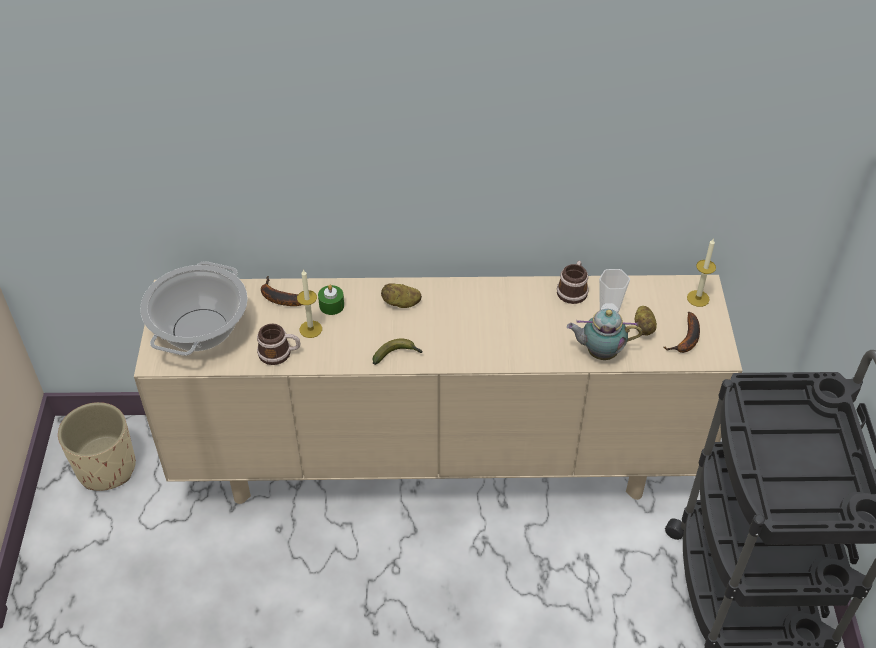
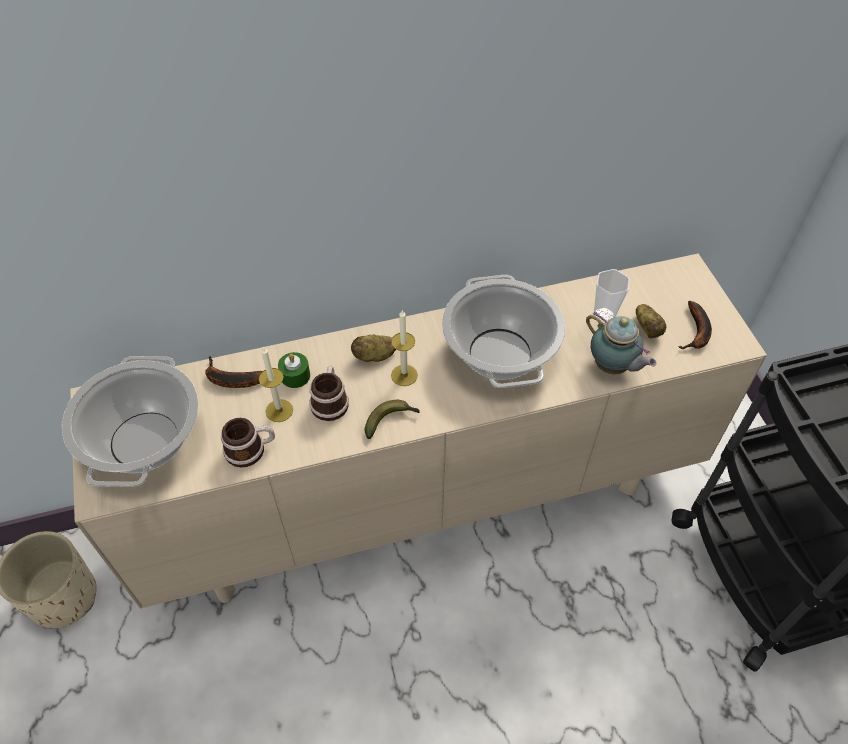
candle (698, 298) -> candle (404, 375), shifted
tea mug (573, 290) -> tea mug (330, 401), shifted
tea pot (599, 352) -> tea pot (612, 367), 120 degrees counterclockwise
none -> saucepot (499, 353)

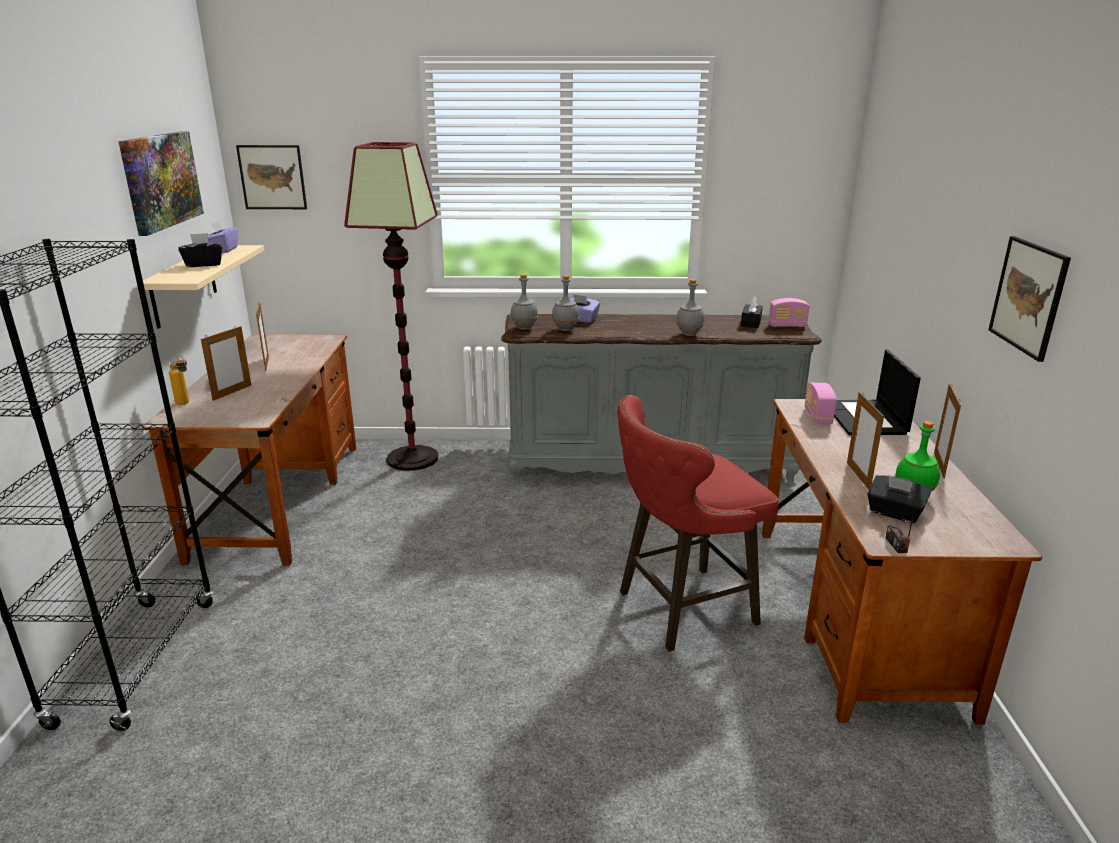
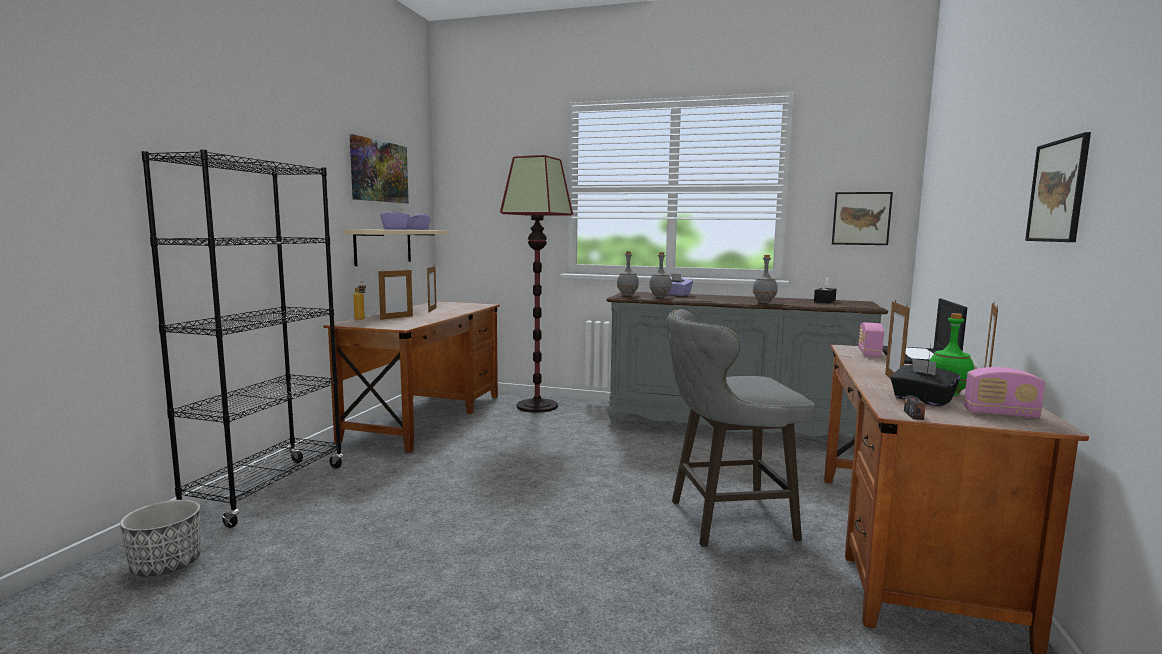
wall art (272, 177) -> wall art (861, 218), shifted
blackish tissue holder (204, 264) -> purple-coloured tissue holder (397, 229)
radio receiver (787, 326) -> radio receiver (1000, 414), shifted
reddish stool seat (681, 609) -> greyish stool seat (725, 520)
none -> plant pot (166, 565)

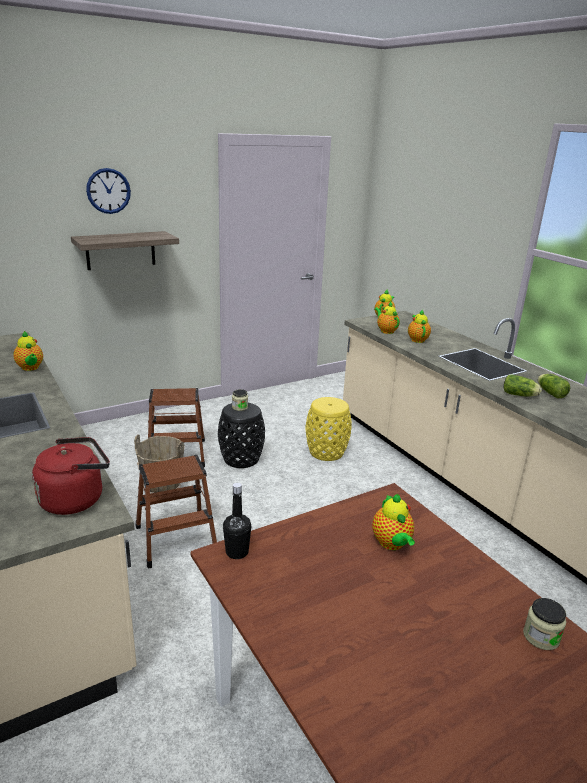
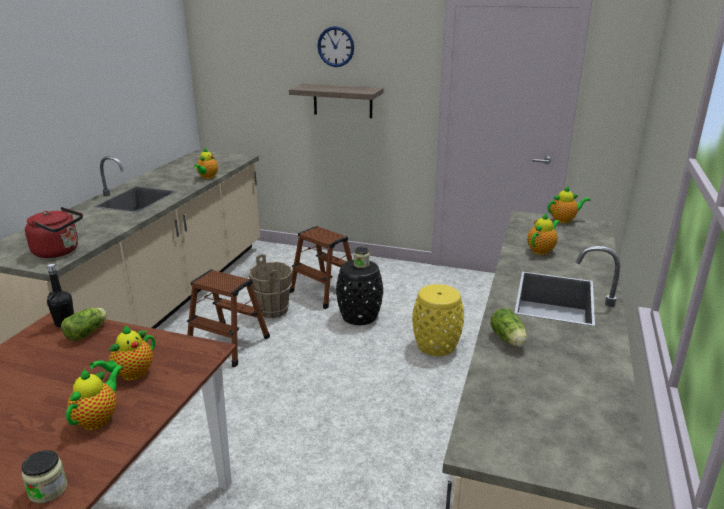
tea pot (386, 331) -> tea pot (98, 418), shifted
head of lettuce (550, 392) -> head of lettuce (88, 332), shifted

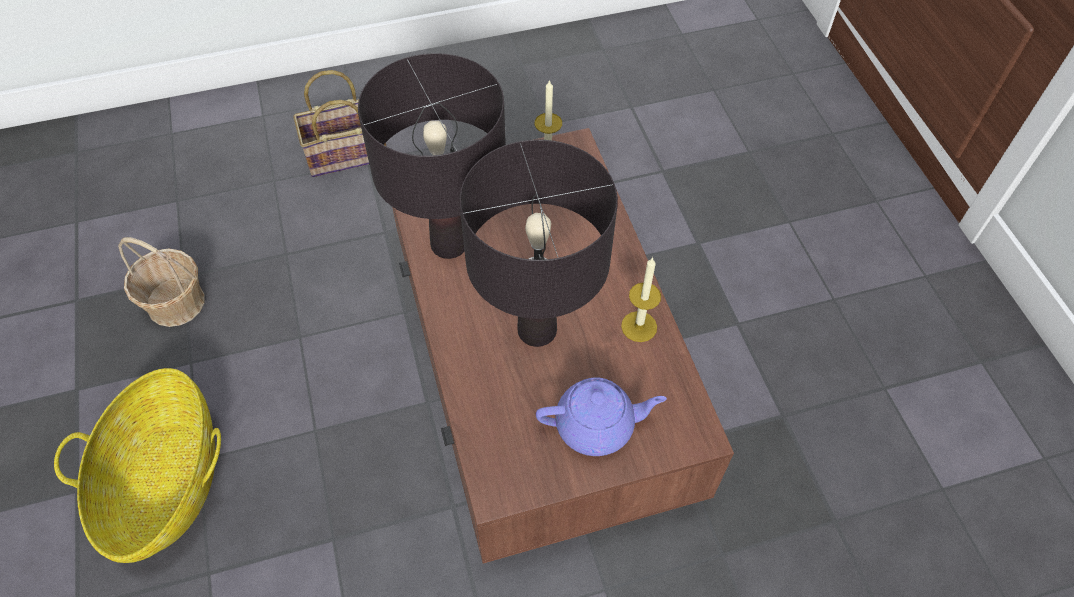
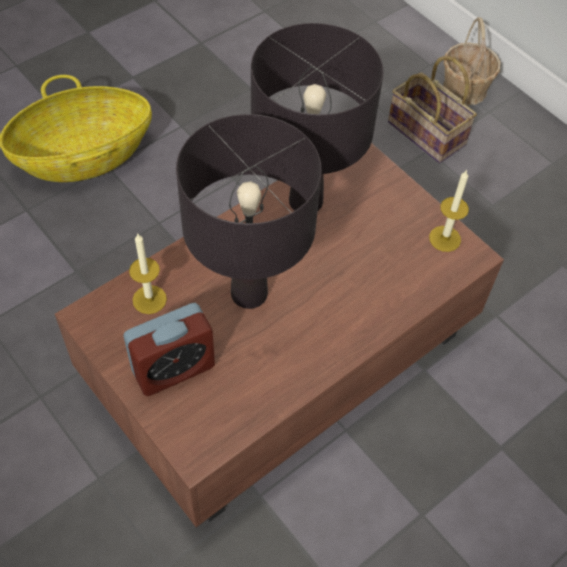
storage basket (176, 303) -> storage basket (464, 89), shifted
candle (639, 326) -> candle (149, 299), shifted
purple-coloured tea pot (596, 425) -> bedside clock (173, 368)

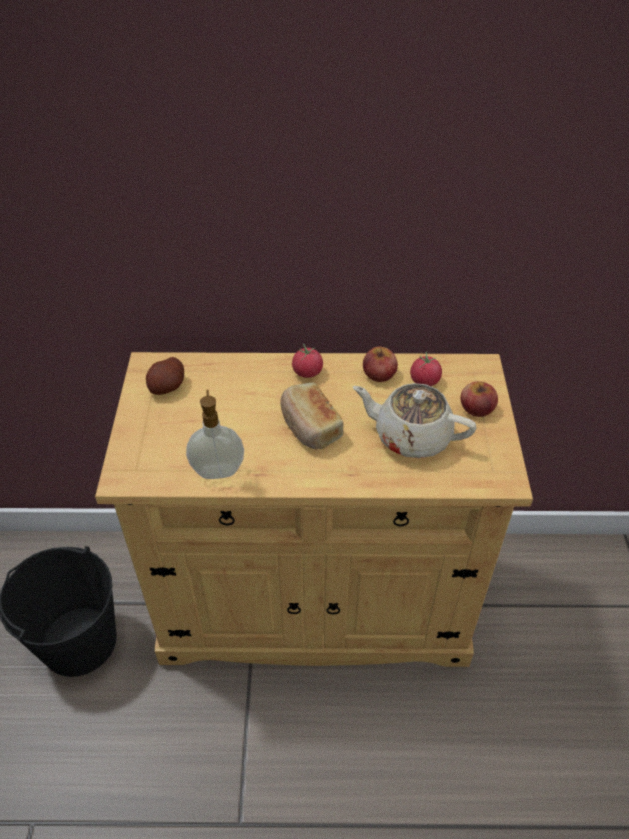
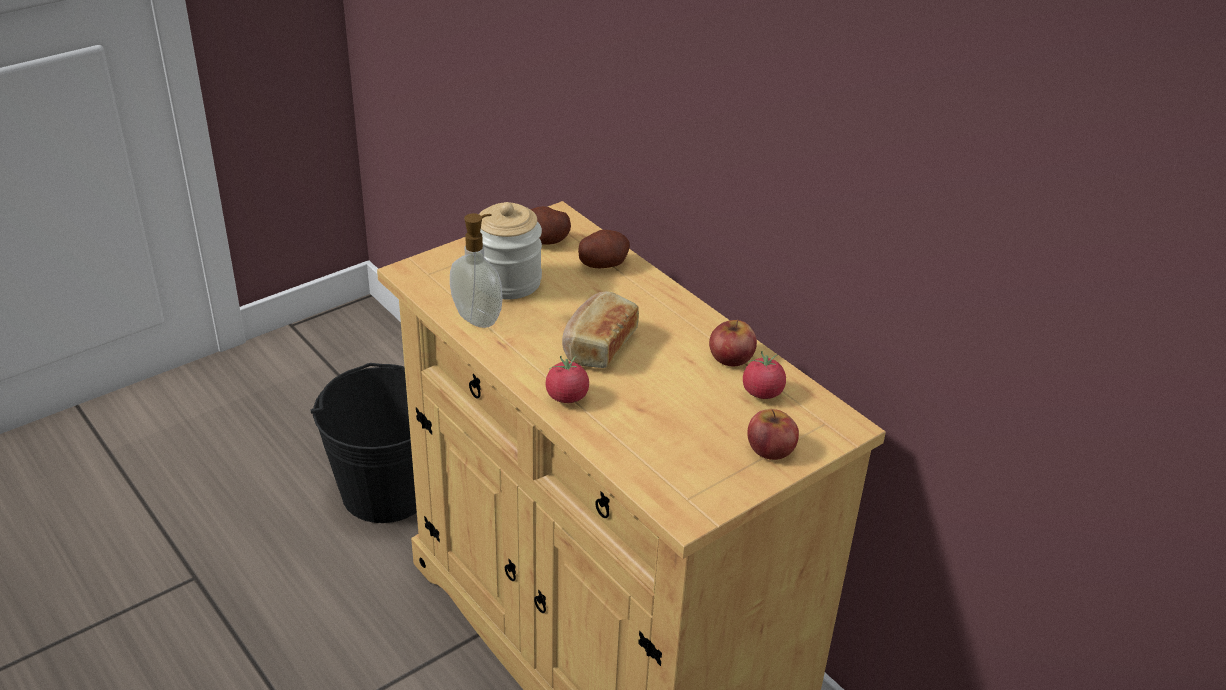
whole tomato (307, 372) -> whole tomato (567, 397), shifted
sand-coloured tea pot (411, 436) -> none
none -> jar (508, 282)
none -> spud (603, 263)

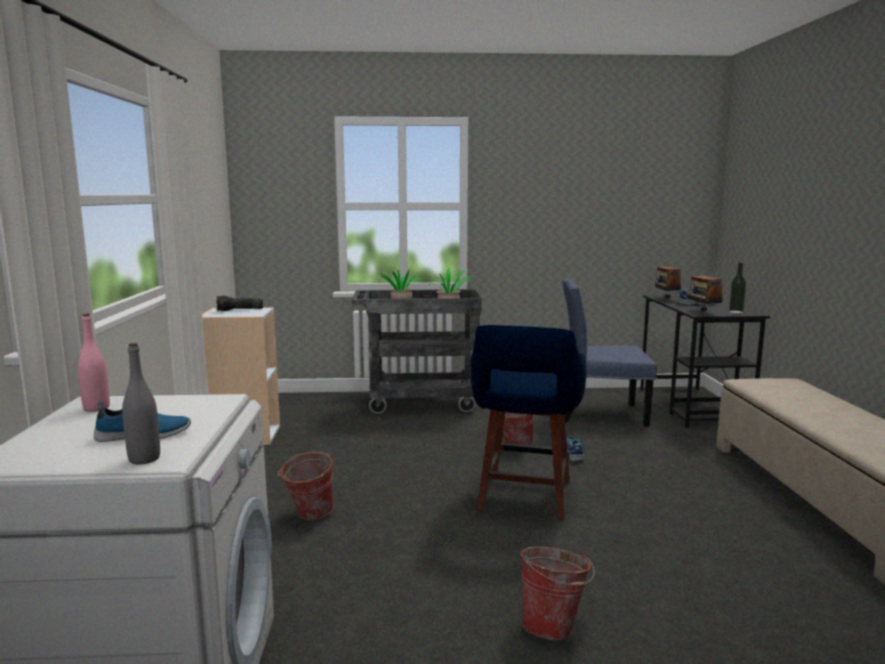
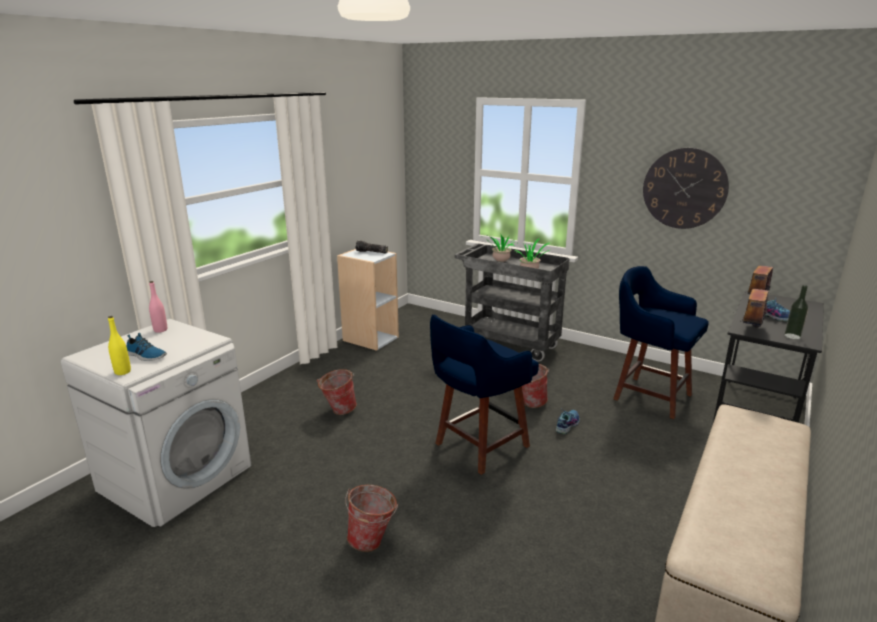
bluish chair (602, 414) -> bluish stool seat (649, 396)
greyish drink bottle (144, 459) -> yellow-coloured drink bottle (122, 372)
none -> wall clock (684, 188)

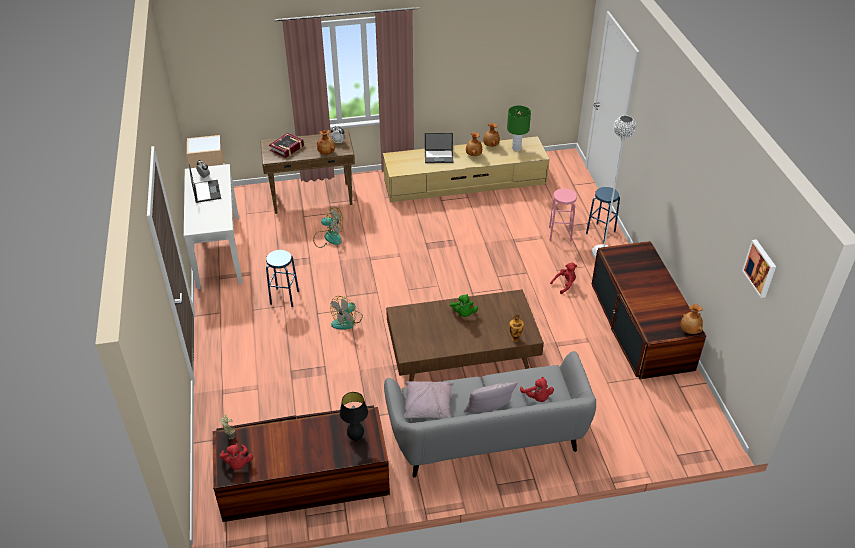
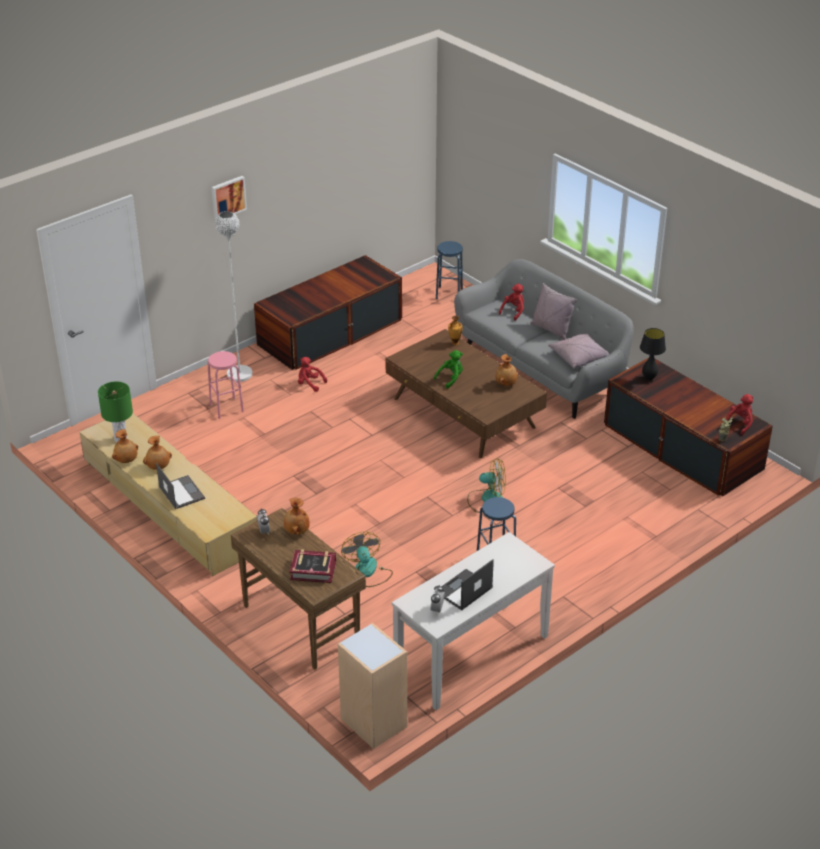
bluish stool seat (600, 232) -> bluish stool seat (449, 293), shifted
wall art (761, 268) -> wall art (228, 197), shifted
brown decorative vase (689, 330) -> brown decorative vase (506, 384), shifted

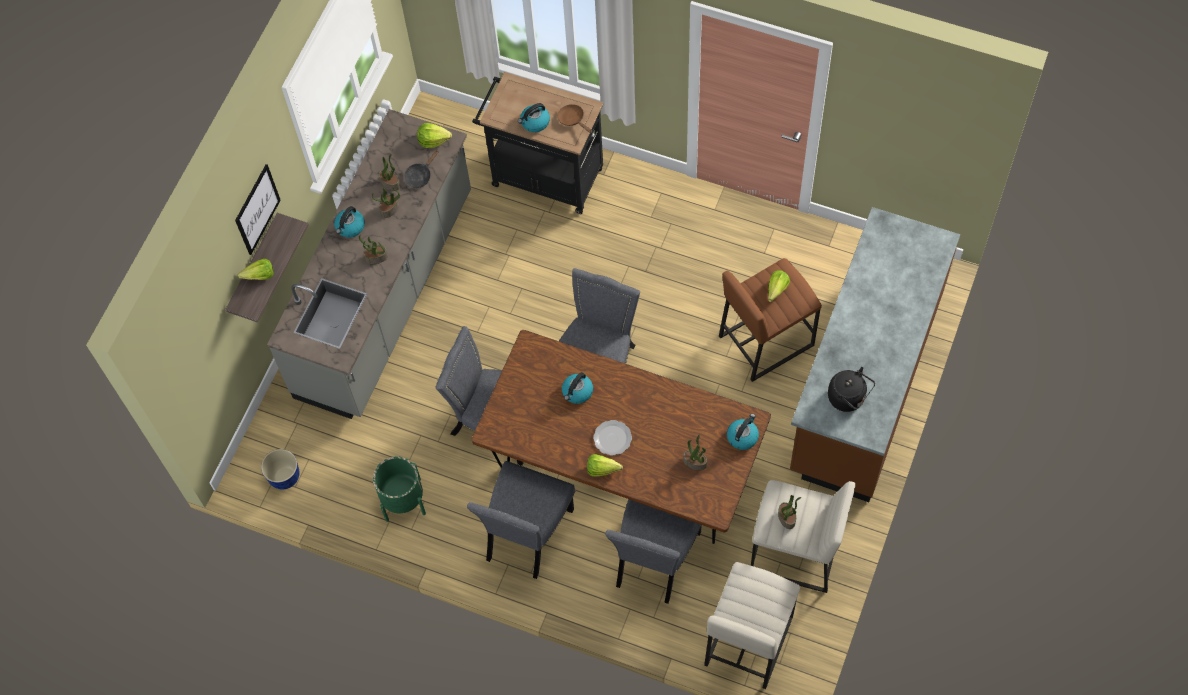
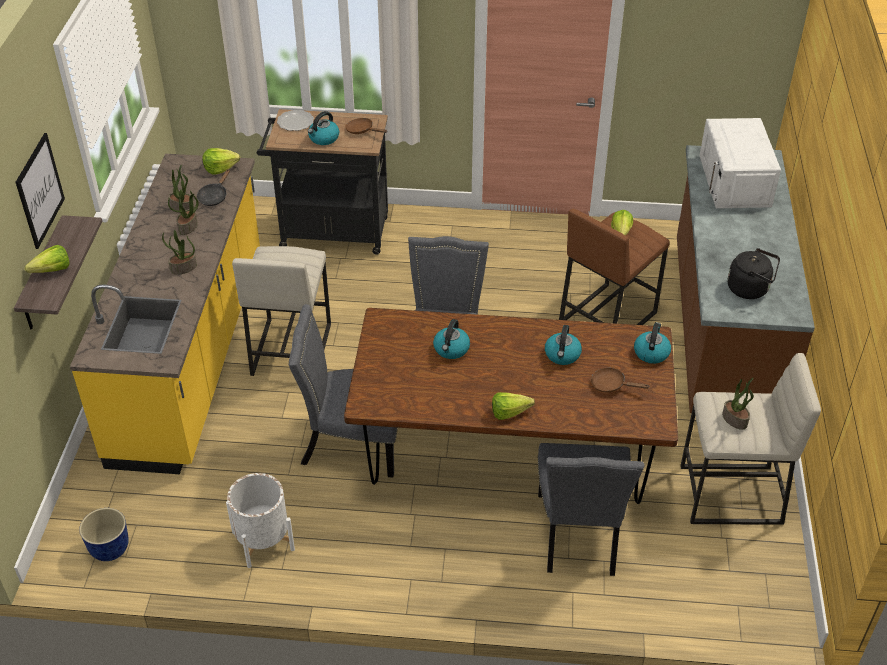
greyish counter (386, 295) -> yellow-coloured counter (192, 355)
water kettle (350, 227) -> water kettle (562, 355), shifted
dinner plate (612, 438) -> dinner plate (295, 122), shifted
houseplant (695, 462) -> brown pan (611, 385)
green plant pot (403, 499) -> white plant pot (263, 541)
greyish chair (528, 531) -> none
sand-coloured stool seat (748, 640) -> sand-coloured stool seat (291, 349), shifted
none -> white kitchen microwave (735, 181)

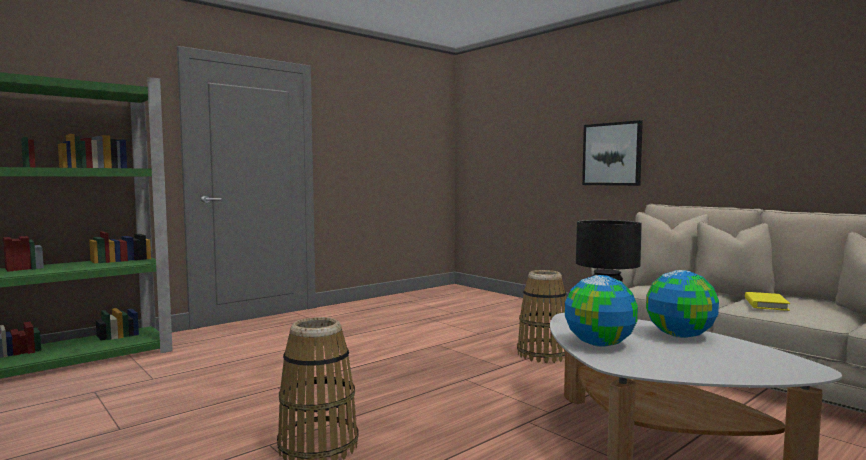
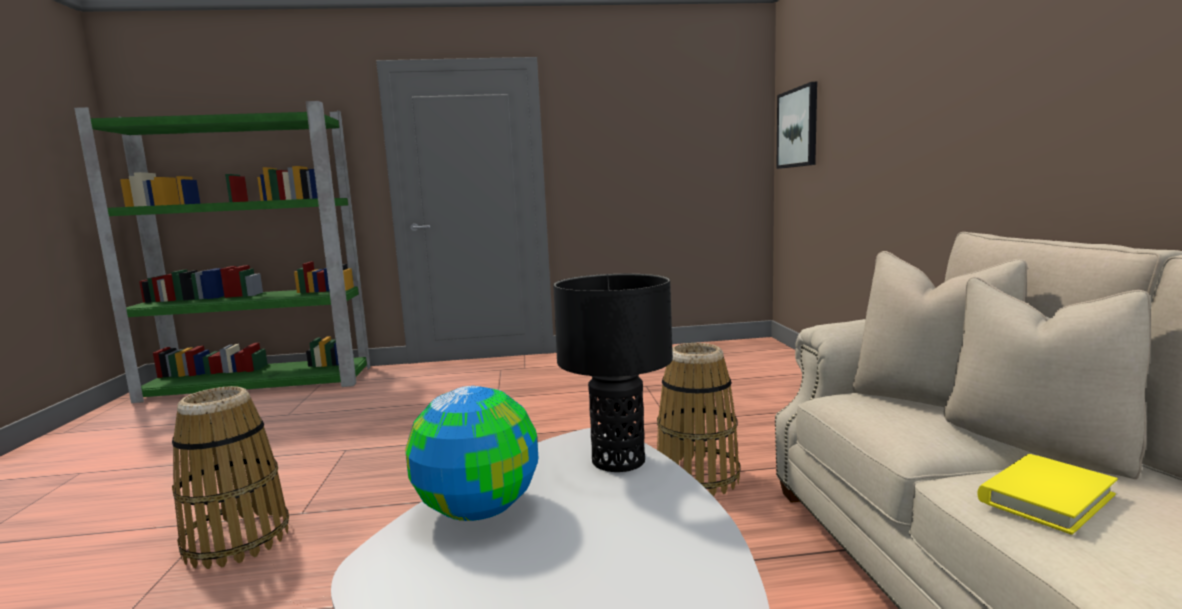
wall art (612, 154) -> wall art (798, 128), shifted
world globe (680, 335) -> none

